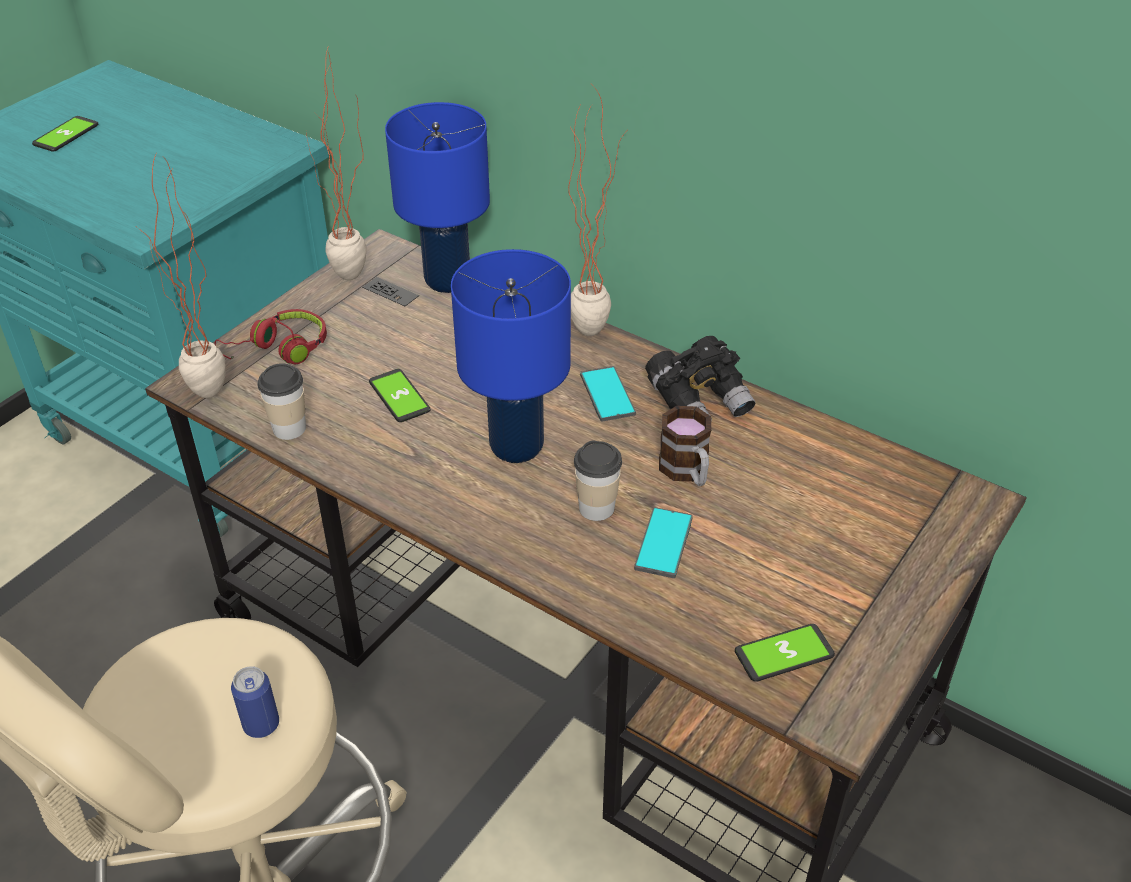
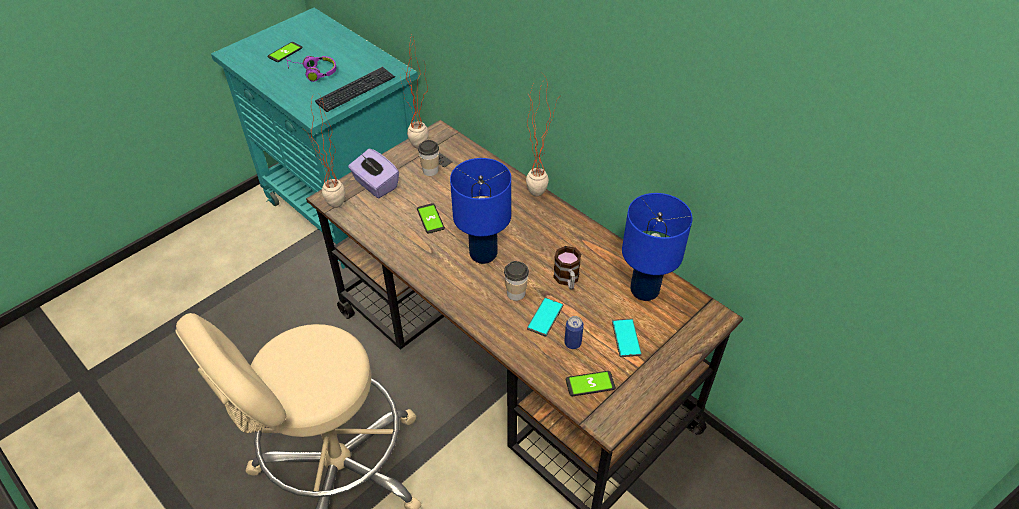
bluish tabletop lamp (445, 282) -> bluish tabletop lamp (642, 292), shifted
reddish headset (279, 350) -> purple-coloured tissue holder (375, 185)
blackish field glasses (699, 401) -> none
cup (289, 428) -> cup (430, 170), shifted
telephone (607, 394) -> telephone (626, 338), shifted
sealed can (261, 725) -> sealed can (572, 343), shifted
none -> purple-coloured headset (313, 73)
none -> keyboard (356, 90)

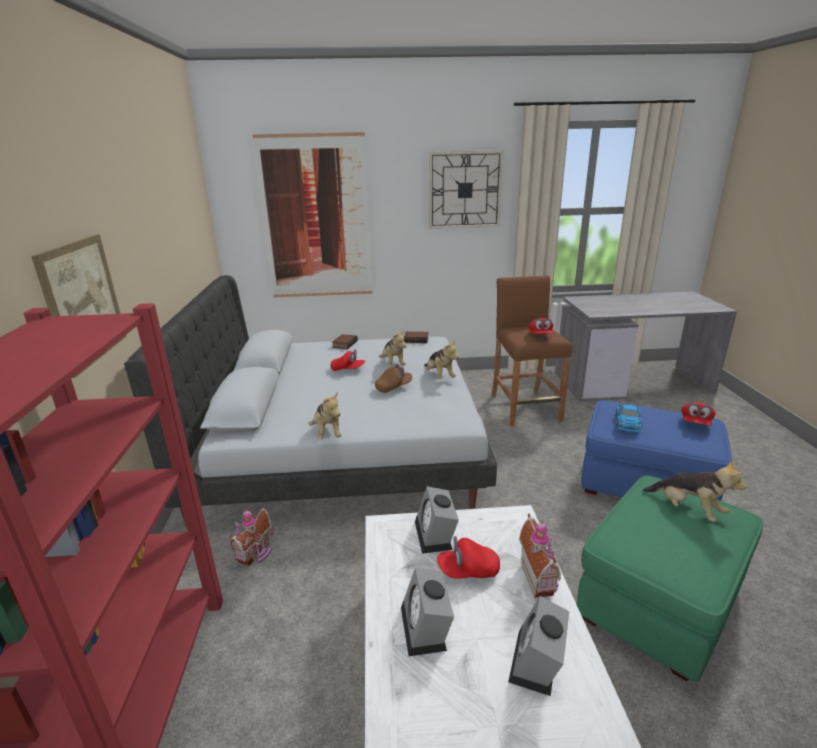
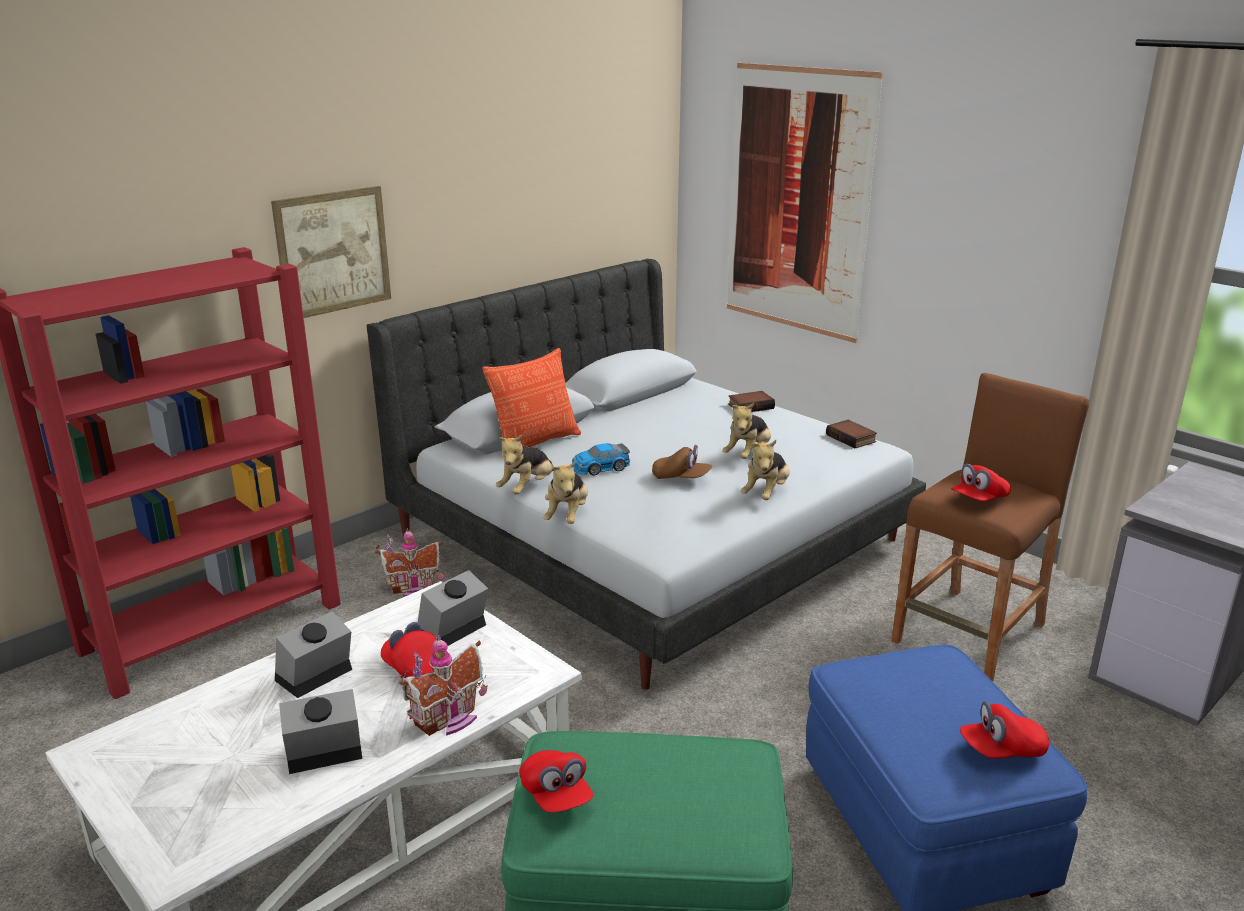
wall clock (464, 190) -> none
reddish peaked cap (348, 369) -> reddish peaked cap (556, 796), shifted
toy car (627, 423) -> toy car (600, 468), shifted
plush toy (688, 509) -> plush toy (567, 516), shifted
none -> orangey pillow (535, 443)

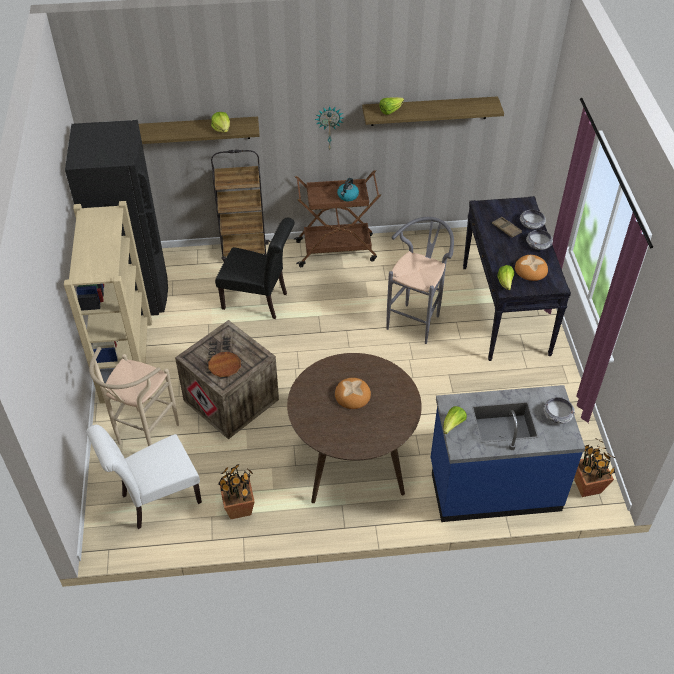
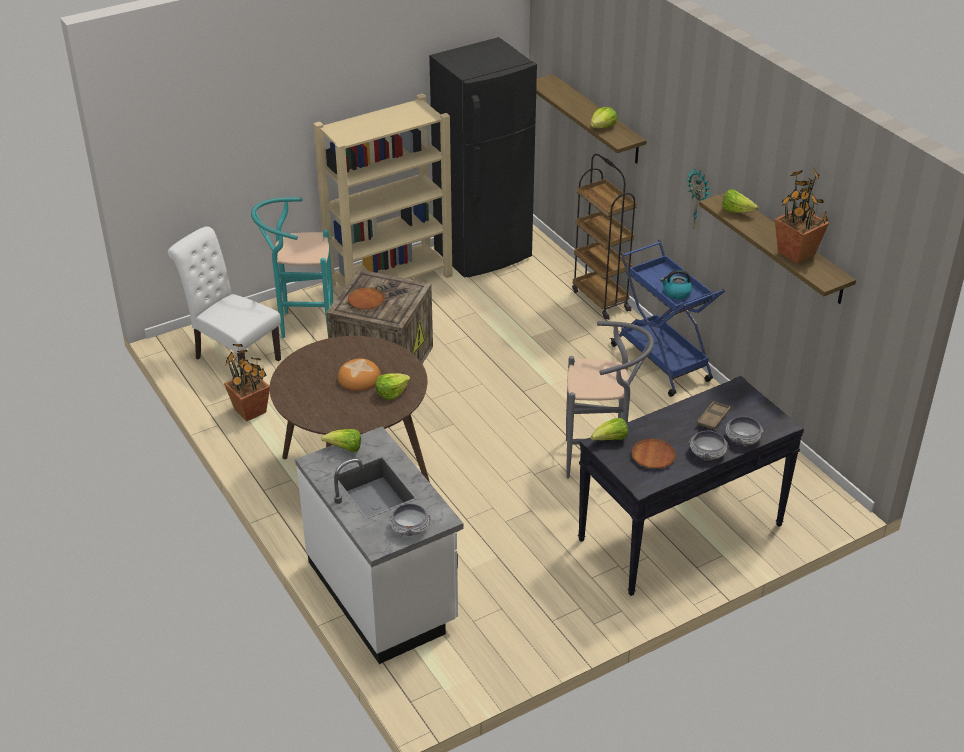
brown wheeled cart (336, 251) -> bluish wheeled cart (661, 364)
blackish chair (259, 301) -> none
bakery bread (531, 270) -> brown dinner plate (653, 456)
sand-coloured stool seat (144, 438) -> turquoise stool seat (301, 324)
bluish counter (494, 486) -> white counter (383, 593)
houseplant (588, 487) -> houseplant (796, 254), shifted
none -> head of lettuce (391, 392)

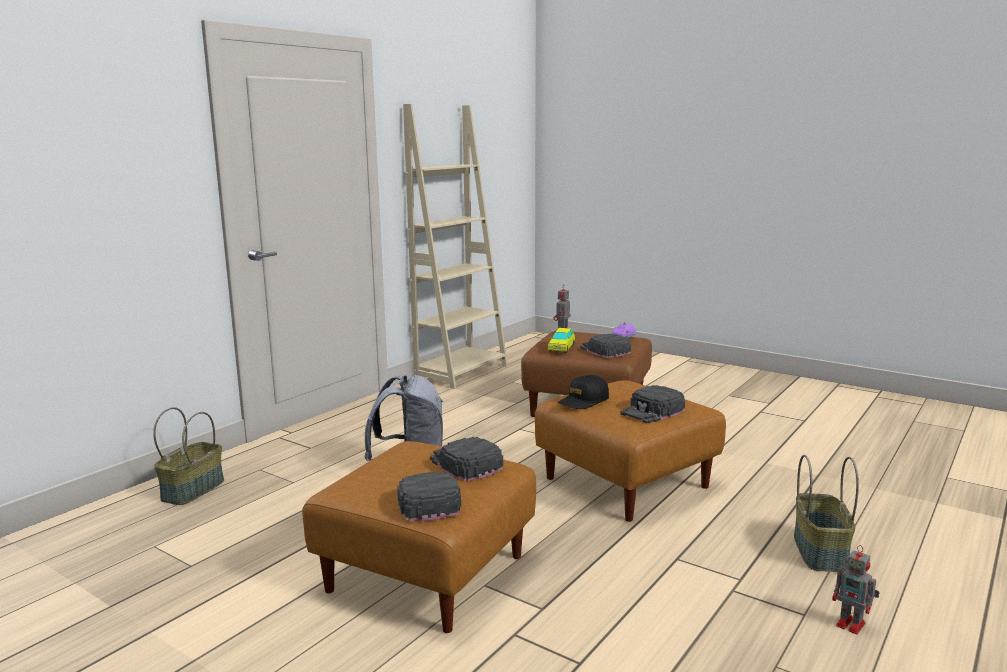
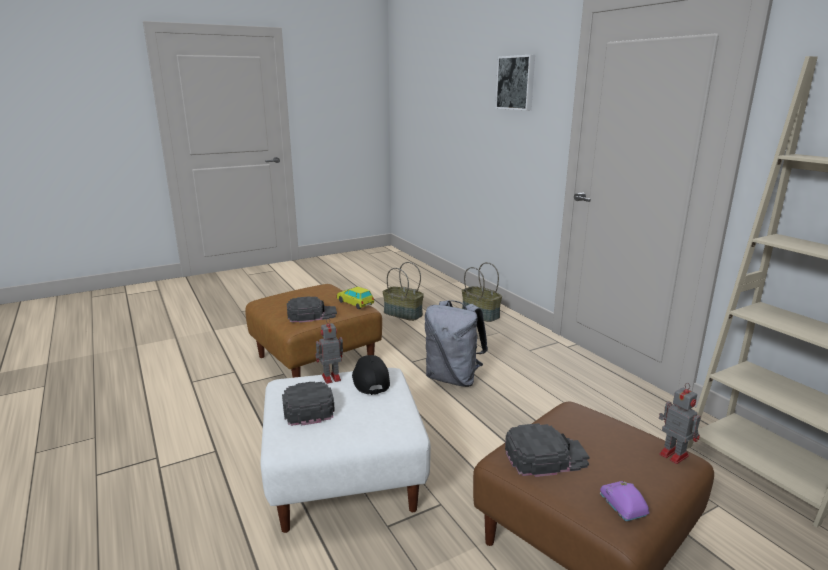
toy car (561, 348) -> toy car (355, 303), shifted
brown pouffe (627, 482) -> white pouffe (343, 479)
storage basket (821, 552) -> storage basket (402, 314), shifted
blackish peaked cap (427, 500) -> none
robot figure (852, 625) -> robot figure (330, 378), shifted
none -> wall art (516, 82)

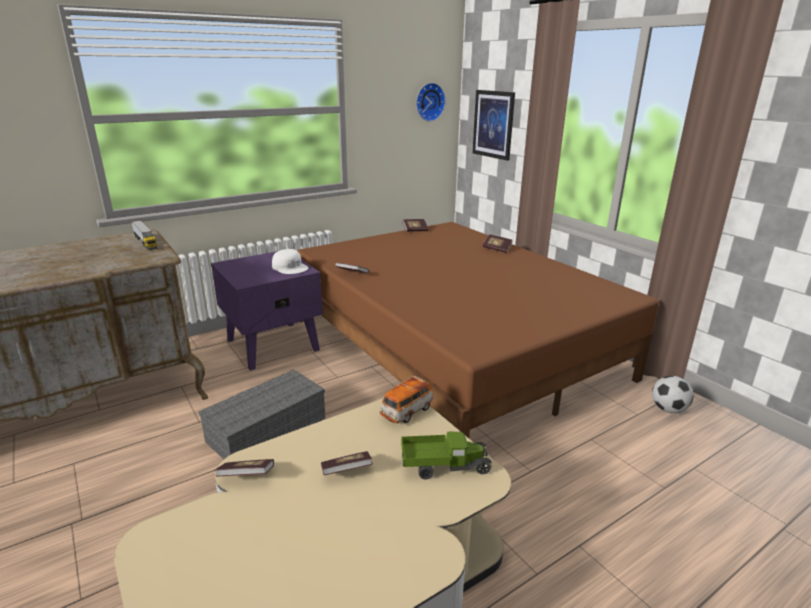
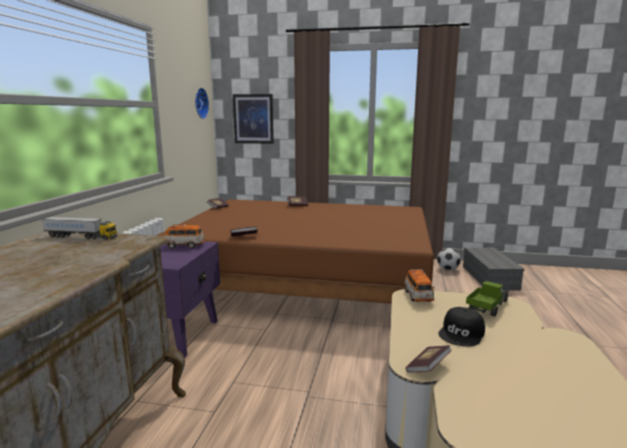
white peaked cap (290, 267) -> toy car (185, 246)
greyish storage container (268, 428) -> greyish storage container (488, 277), shifted
book (346, 471) -> blackish peaked cap (462, 333)

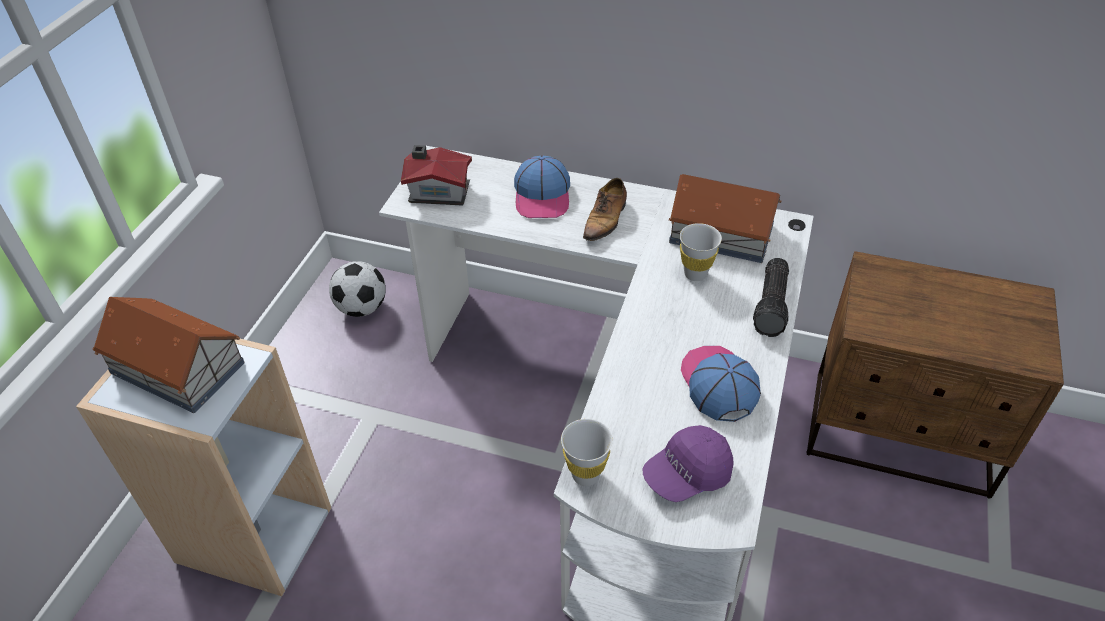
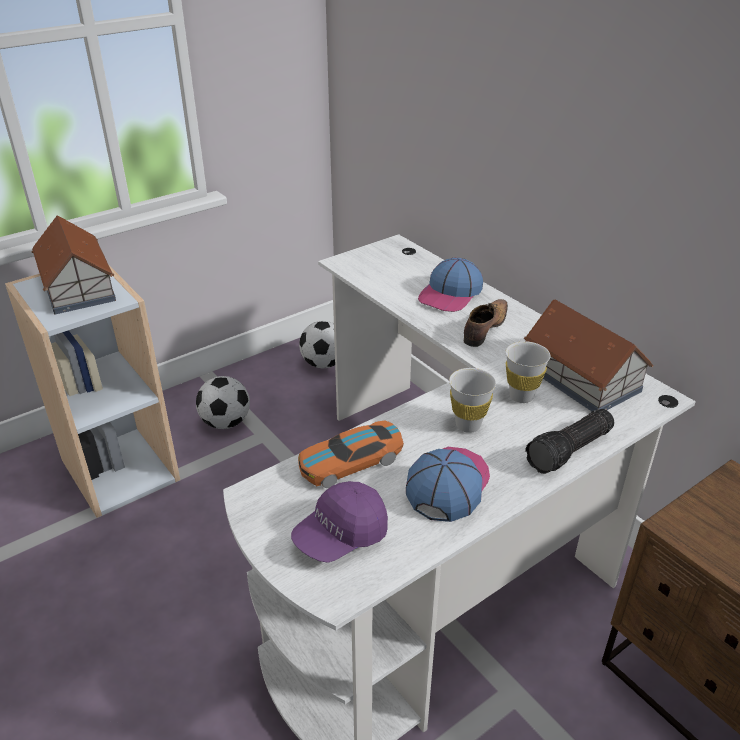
toy house (438, 191) -> none
low shoe (605, 220) -> low shoe (484, 328), 150 degrees clockwise
white cup (585, 475) -> white cup (468, 425), shifted
purple-coloured peaked cap (687, 475) -> purple-coloured peaked cap (341, 536), 45 degrees counterclockwise
none -> football ball (225, 423)
none -> toy car (350, 462)

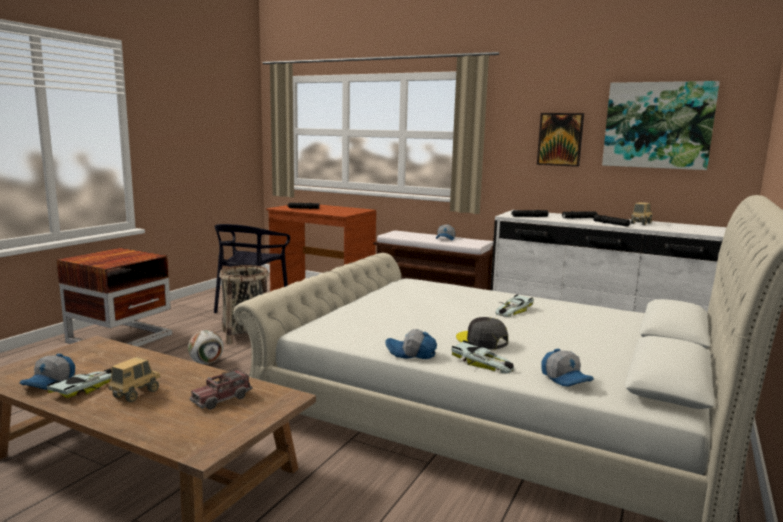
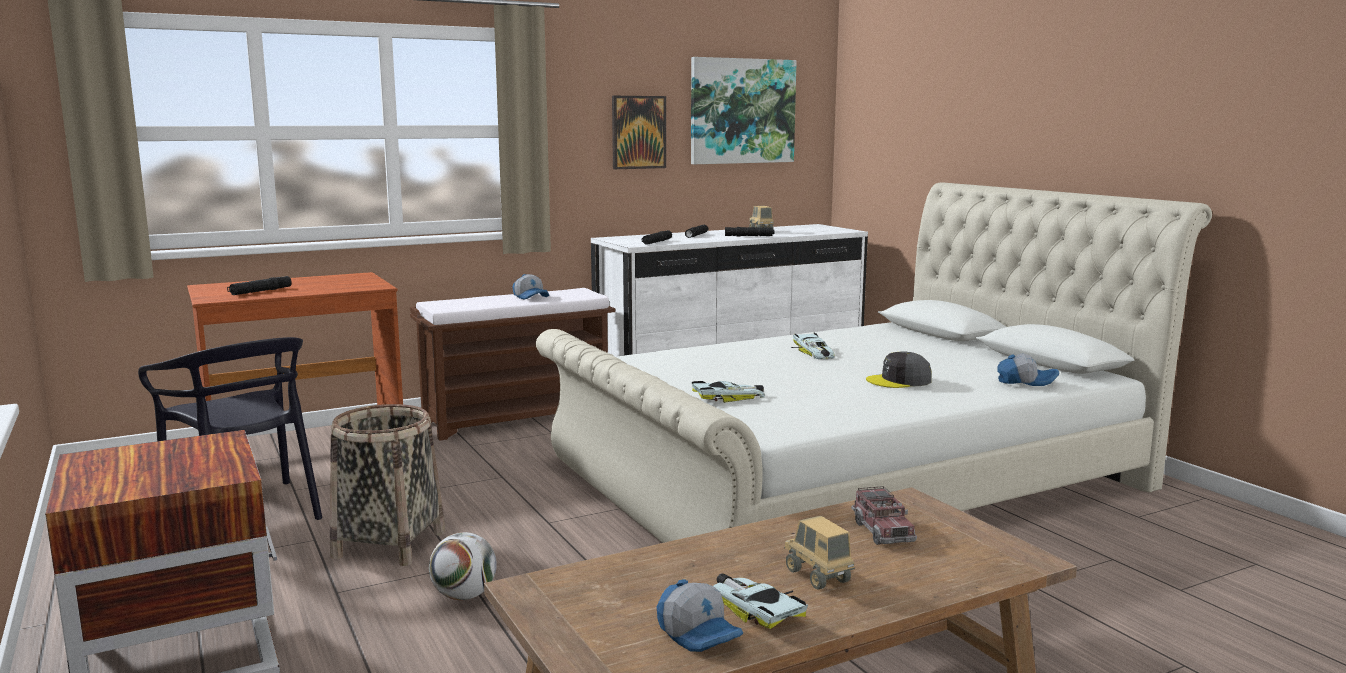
peaked cap (411, 354) -> none
toy car (482, 363) -> toy car (729, 397), shifted

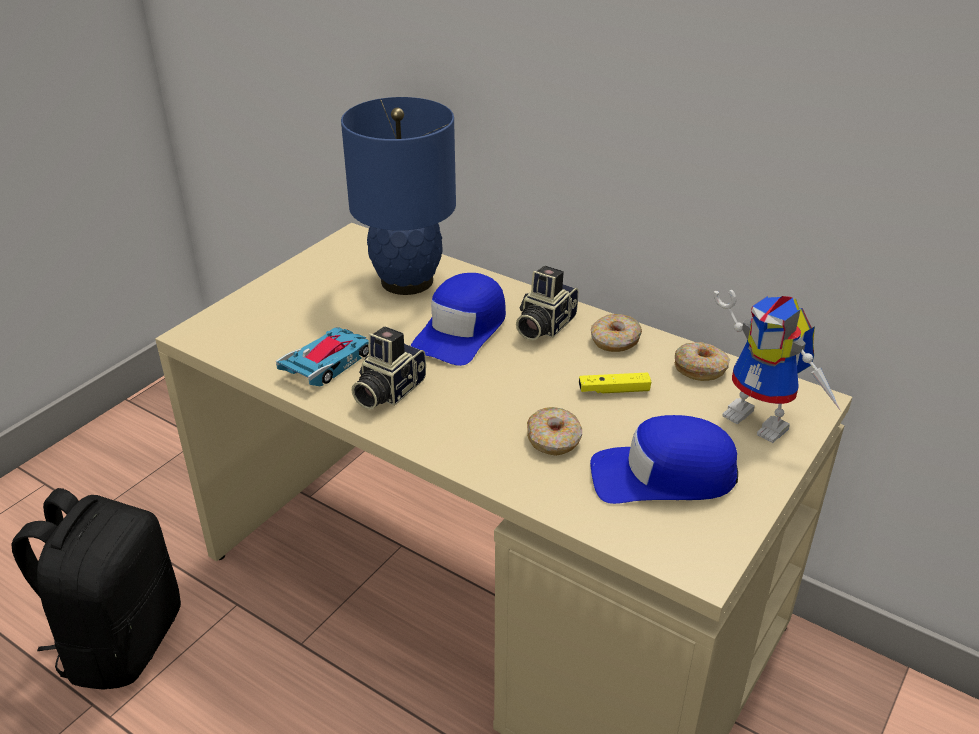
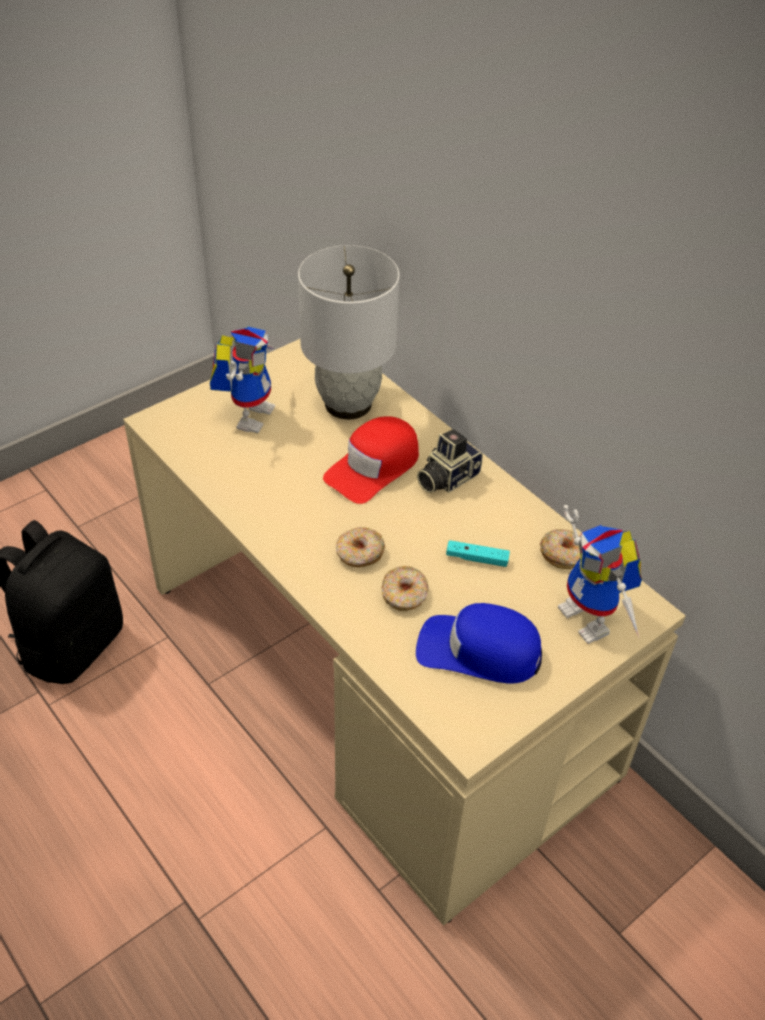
bluish tabletop lamp (406, 281) -> white tabletop lamp (347, 404)
bluish peaked cap (461, 330) -> reddish peaked cap (374, 467)
donut (615, 341) -> donut (359, 554), shifted
photo camera (387, 391) -> none
toy car (330, 362) -> none
yellow-coloured gamepad (614, 390) -> turquoise gamepad (477, 558)
none -> robot figure (250, 413)

